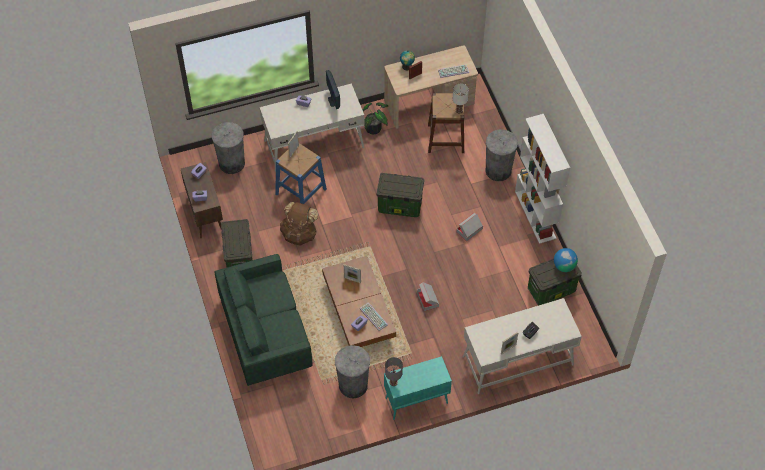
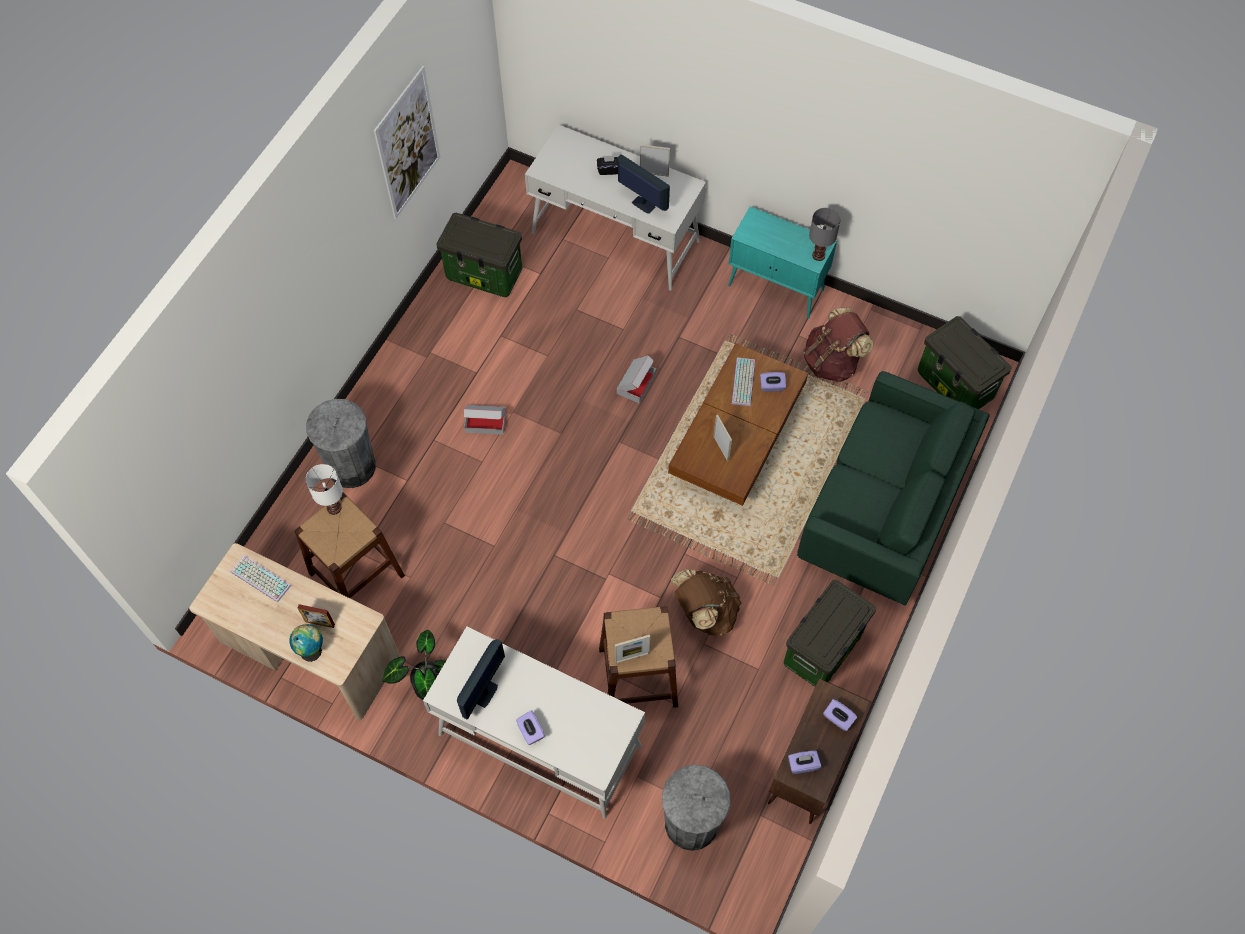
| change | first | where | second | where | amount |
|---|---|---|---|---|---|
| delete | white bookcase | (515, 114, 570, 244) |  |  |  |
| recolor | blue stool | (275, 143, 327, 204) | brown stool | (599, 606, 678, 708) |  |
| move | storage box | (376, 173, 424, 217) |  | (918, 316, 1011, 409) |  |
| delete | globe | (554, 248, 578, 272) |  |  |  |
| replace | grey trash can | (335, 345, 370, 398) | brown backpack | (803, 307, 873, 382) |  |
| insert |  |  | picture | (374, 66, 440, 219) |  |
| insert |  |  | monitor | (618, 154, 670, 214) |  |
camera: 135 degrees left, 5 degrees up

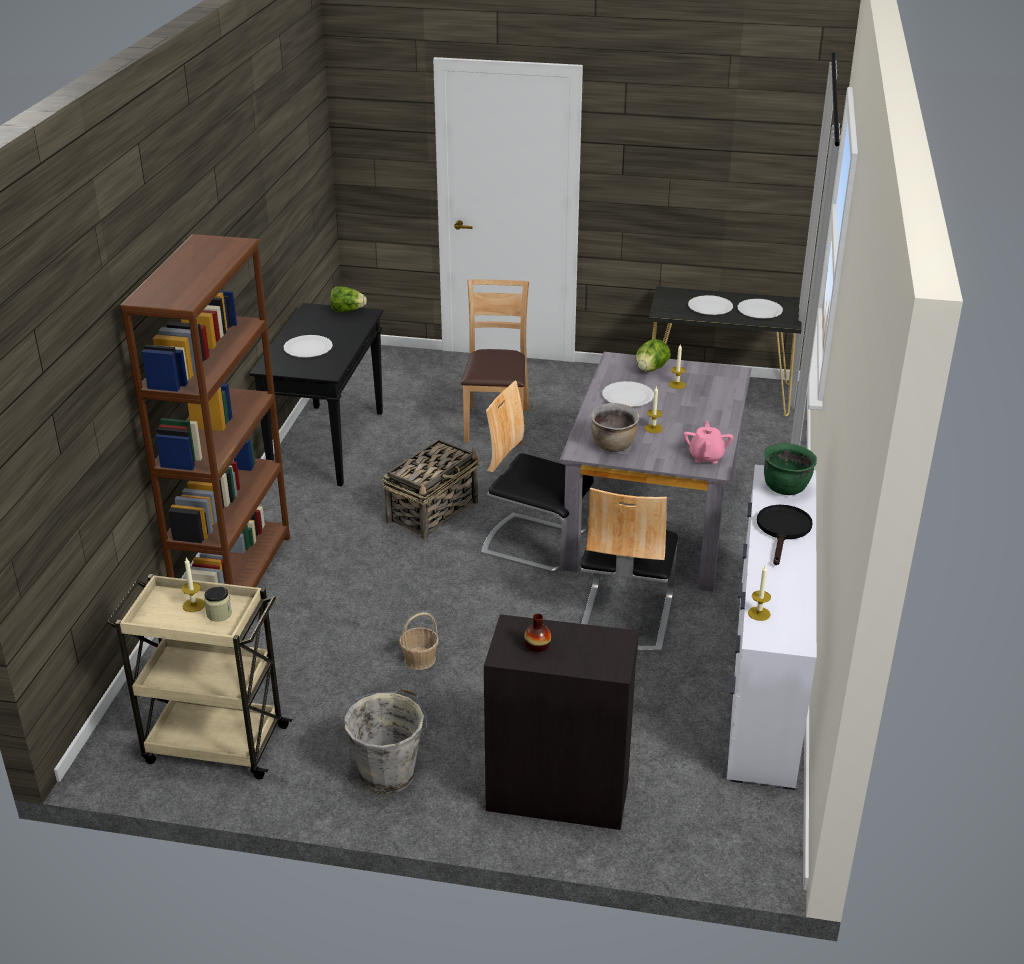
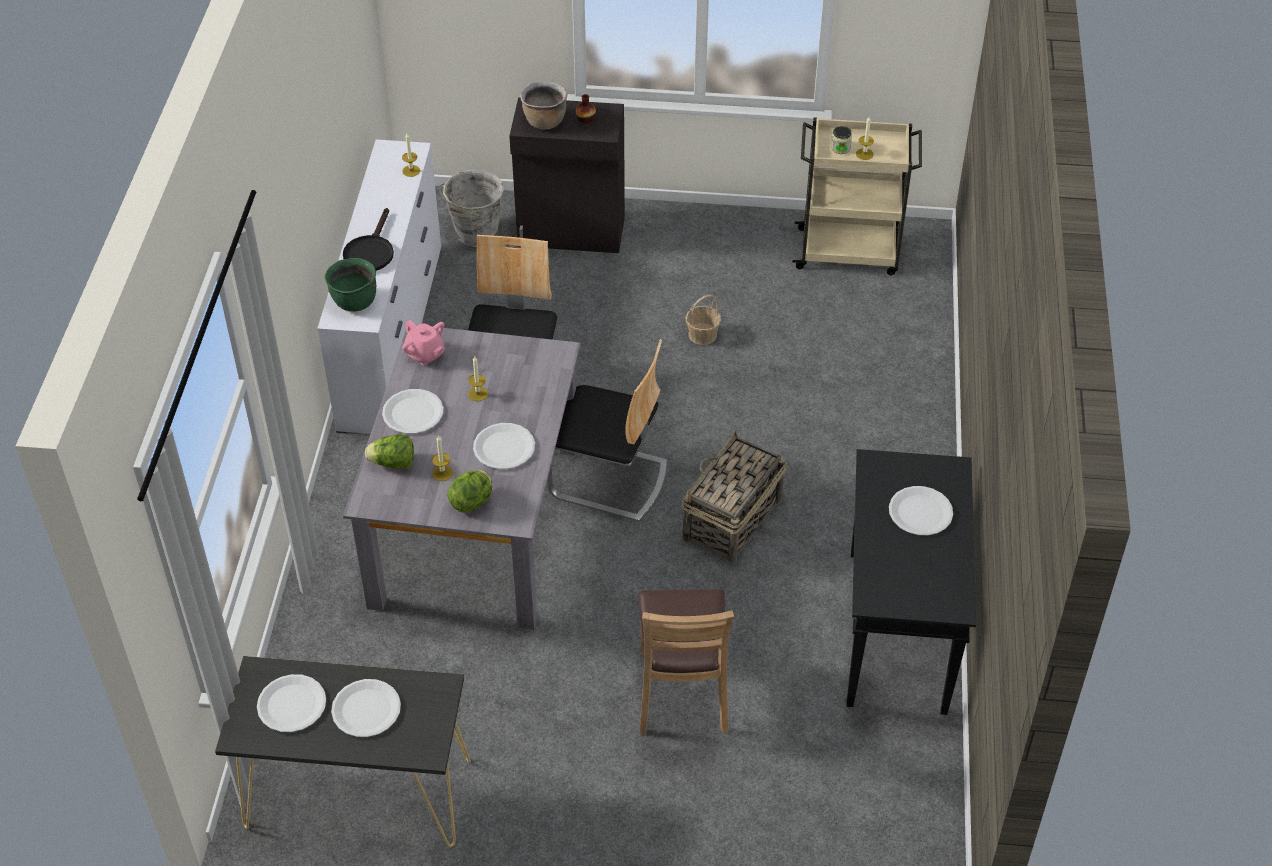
| change | first | where | second | where | amount |
|---|---|---|---|---|---|
| delete | brown bookcase | (120, 234, 290, 587) |  |  |  |
| move | lettuce | (330, 287, 367, 312) |  | (365, 434, 414, 469) |  |
| move | brown cooking pot | (591, 403, 639, 452) |  | (520, 81, 567, 129) |  |
| rotate | pink teapot | (683, 421, 733, 464) |  | (402, 320, 445, 365) | 45 degrees counterclockwise |
| move | grey bucket | (344, 688, 428, 794) |  | (440, 169, 504, 247) |  |
| insert |  |  | white plate | (382, 389, 443, 434) |  |
camera: 175 degrees right, 15 degrees up

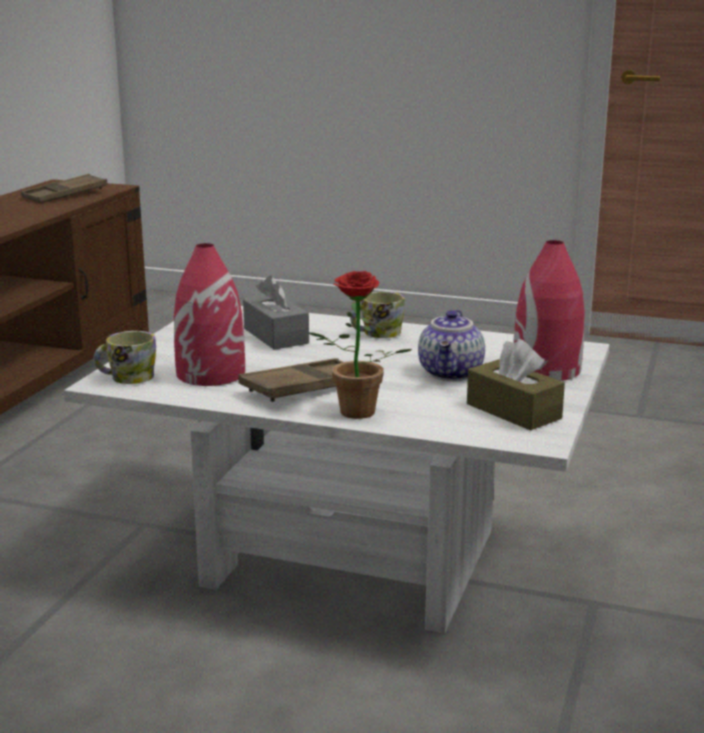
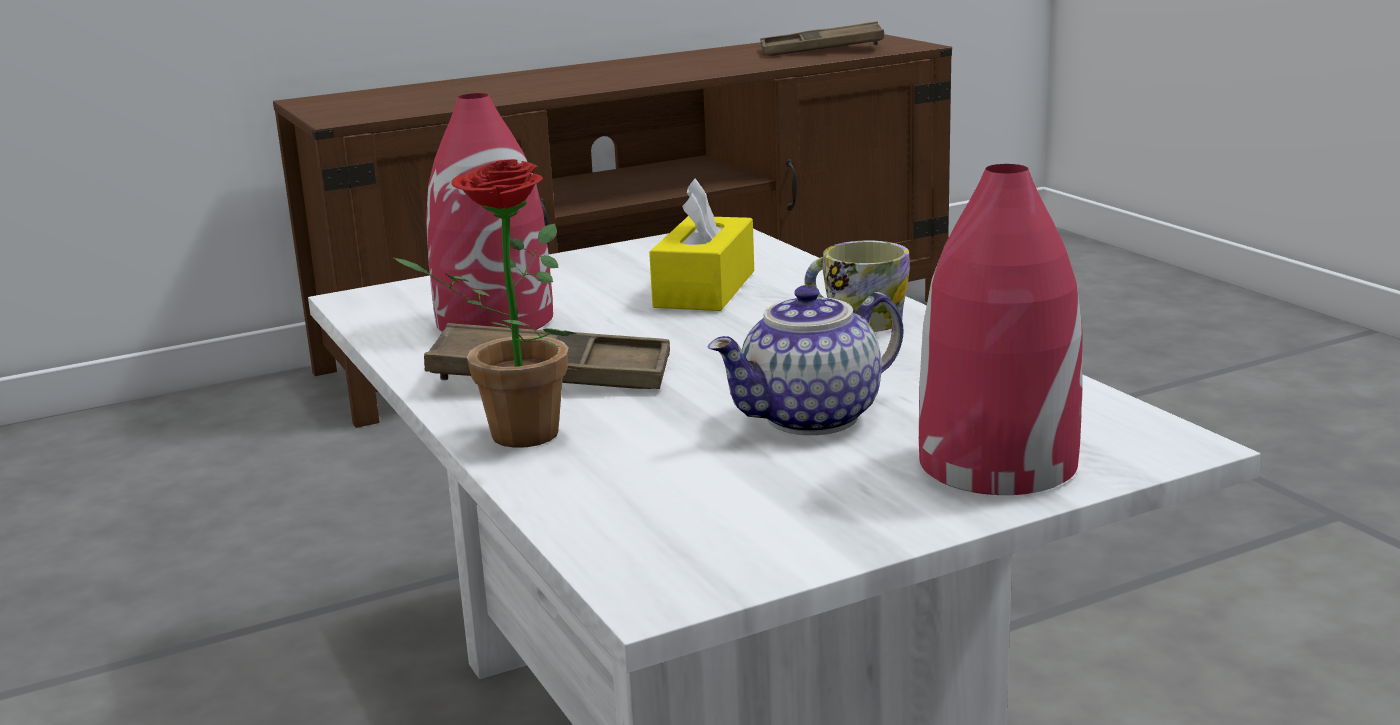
| change | first | where | second | where | amount |
|---|---|---|---|---|---|
| recolor | grey tissue box | (243, 276, 309, 350) | yellow tissue box | (649, 178, 754, 311) |  |
| delete | mug | (94, 331, 156, 384) |  |  |  |
| delete | brown tissue box | (467, 339, 565, 431) |  |  |  |
camera: 45 degrees right, 0 degrees up

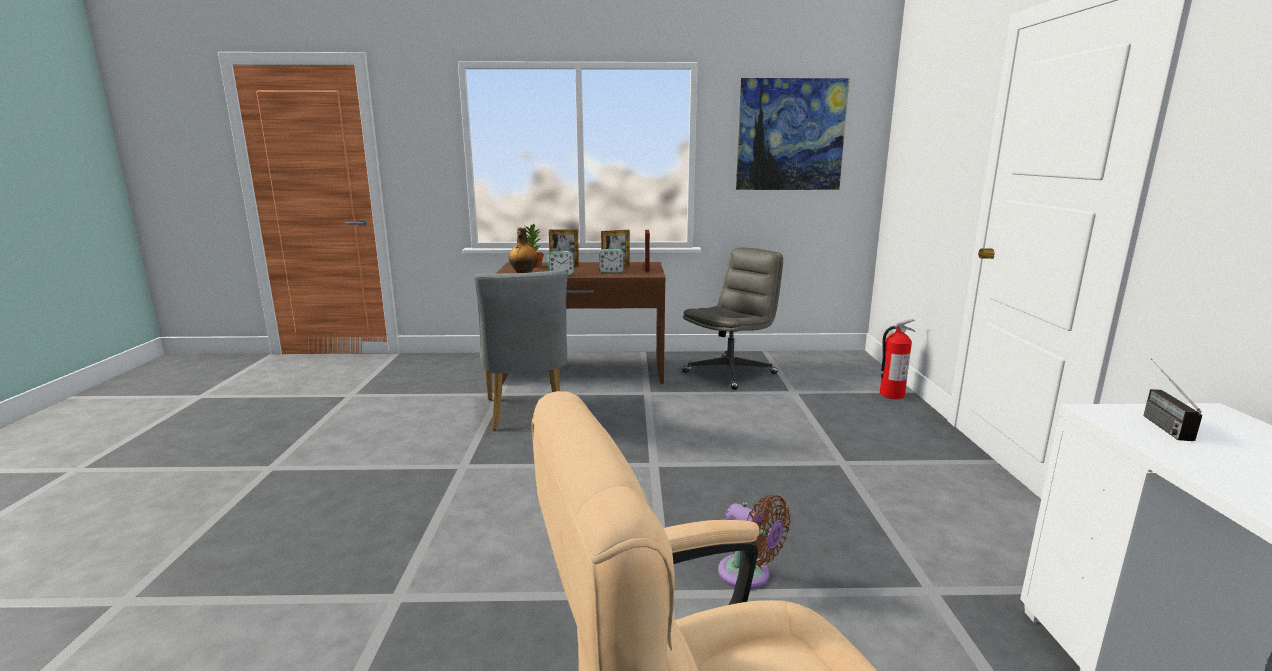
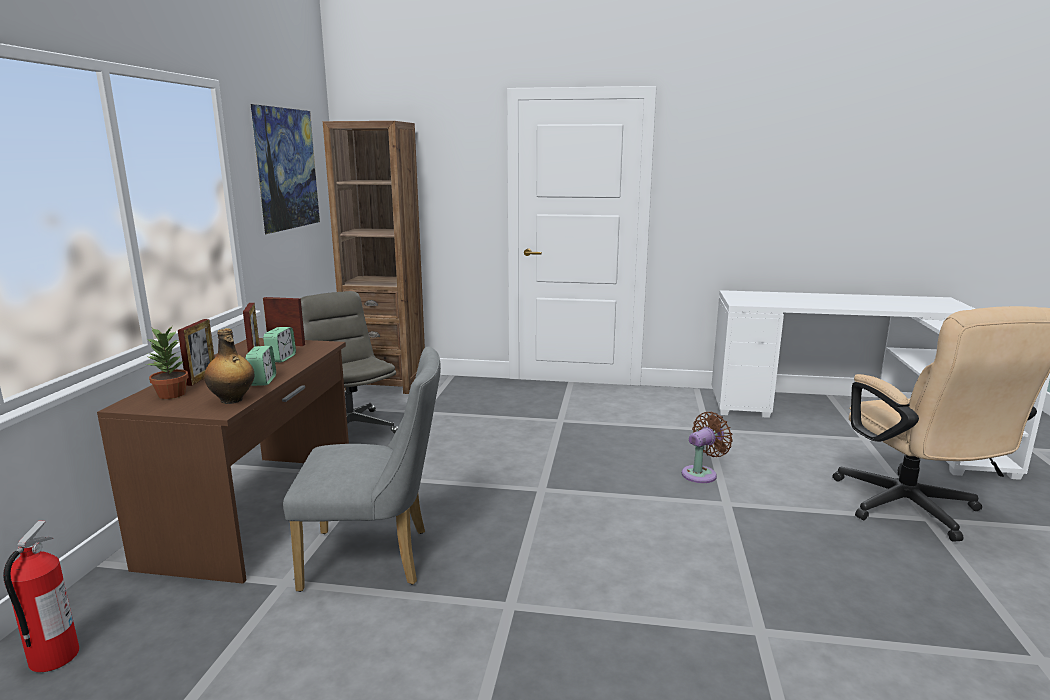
| change | first | where | second | where | amount |
|---|---|---|---|---|---|
| move | fire extinguisher | (880, 319, 915, 399) |  | (3, 520, 79, 672) |  |
| delete | radio | (1144, 359, 1202, 441) |  |  |  |
| insert |  |  | brown bookcase | (323, 121, 425, 394) |  |
camera: 80 degrees left, 0 degrees up

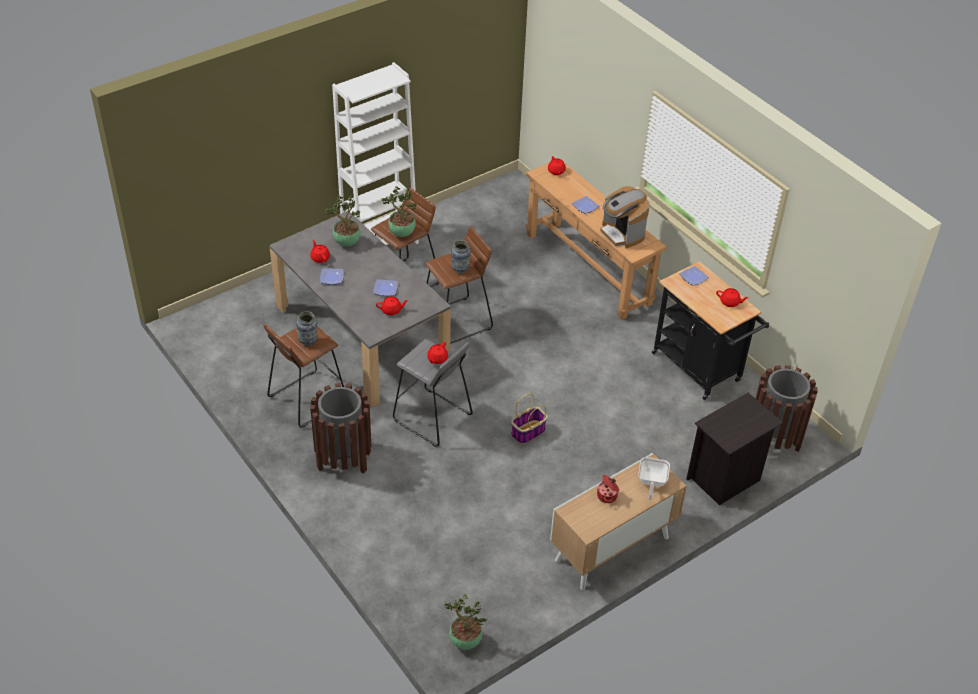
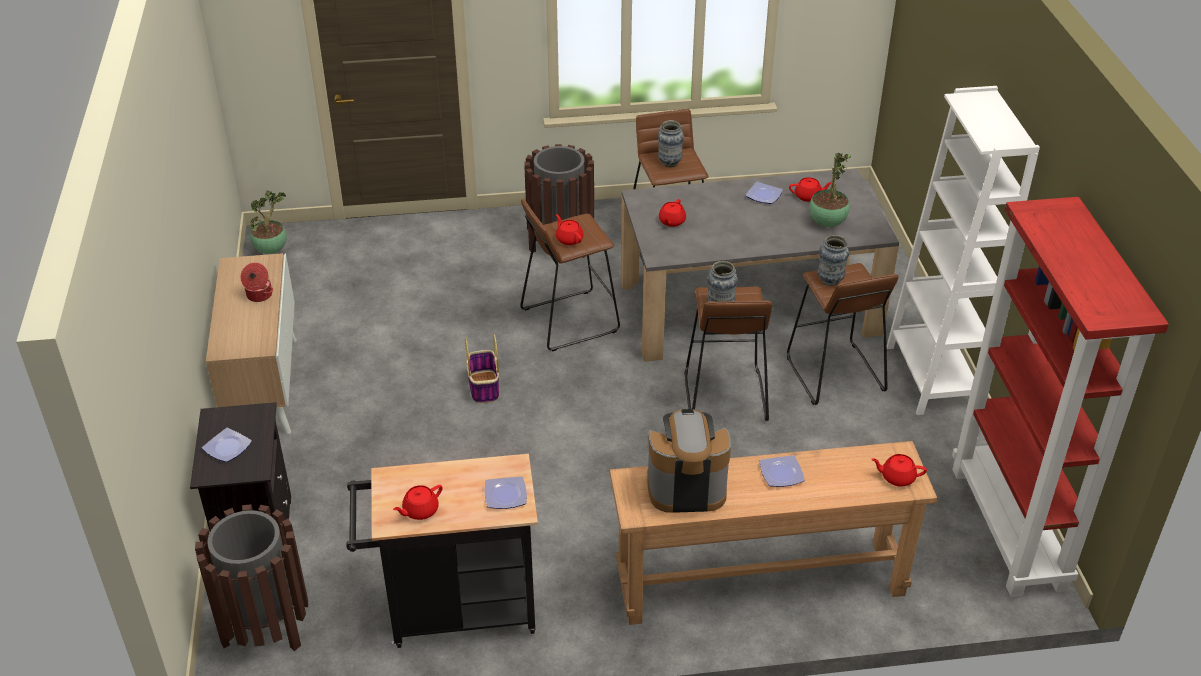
| change | first | where | second | where | amount |
|---|---|---|---|---|---|
| replace | potted plant | (382, 186, 417, 237) | vase | (818, 235, 849, 286) |  |
| move | plate | (374, 279, 398, 296) |  | (202, 428, 252, 462) |  |
| recolor | grey stool | (393, 339, 473, 447) | brown stool | (520, 198, 620, 351) |  |
| delete | frying pan | (638, 457, 670, 500) |  |  |  |
| insert |  |  | red bookcase | (952, 197, 1169, 597) |  |
camera: 120 degrees right, 5 degrees down

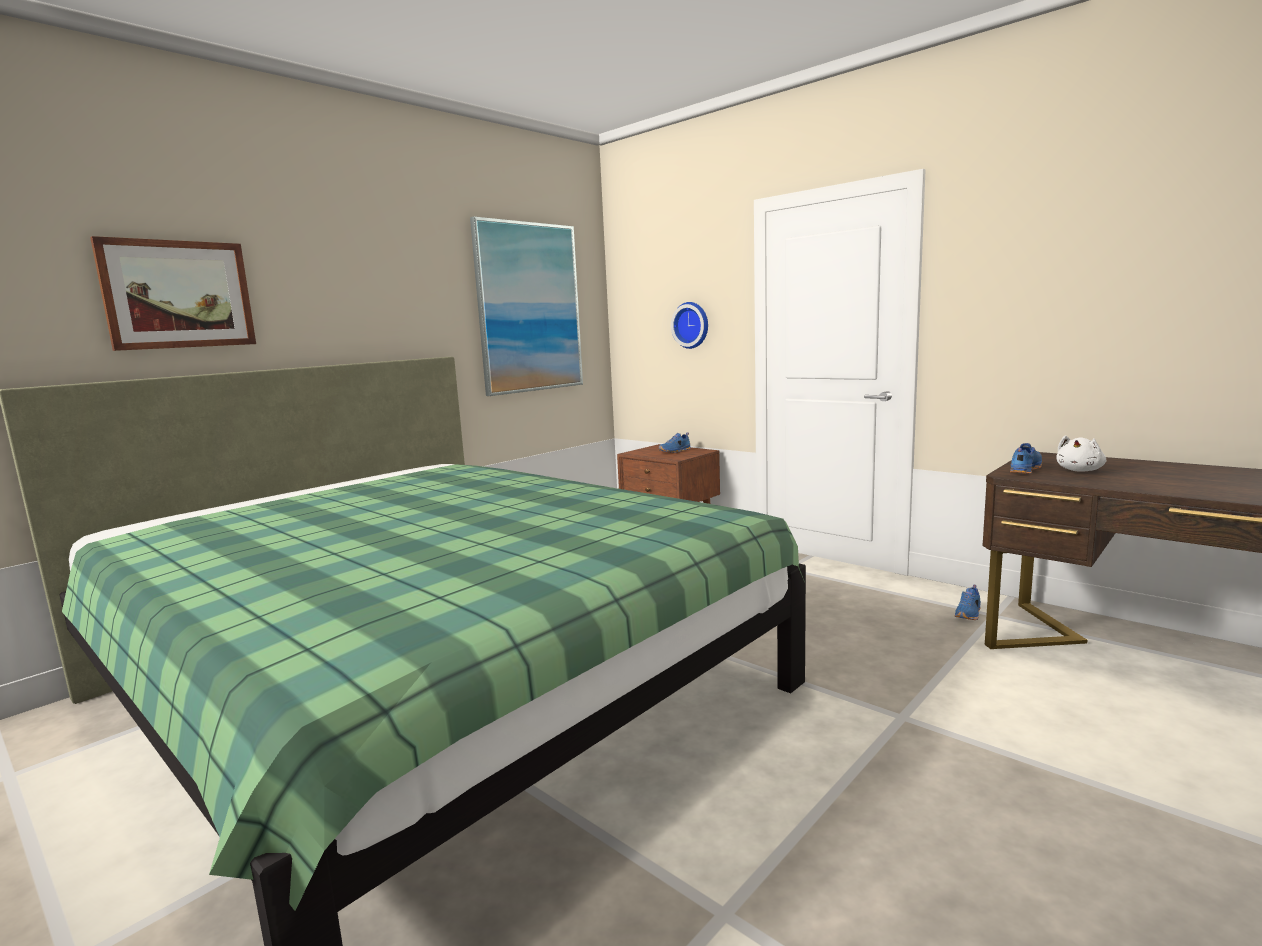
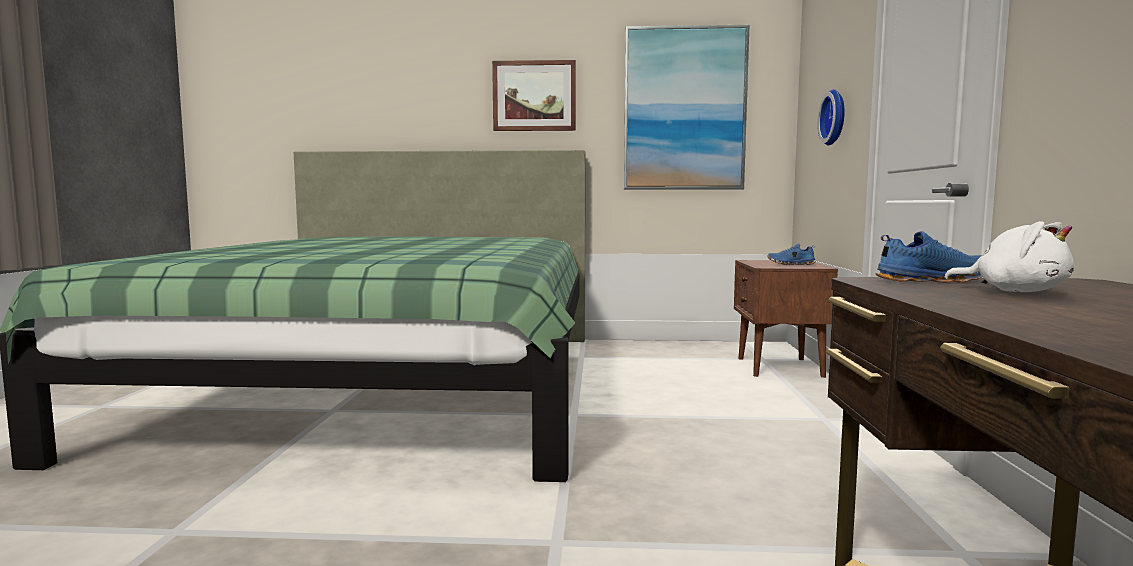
| change | first | where | second | where | amount |
|---|---|---|---|---|---|
| move | picture | (90, 236, 256, 351) |  | (492, 60, 576, 131) |  |
| rotate | white plush toy | (1056, 436, 1106, 472) |  | (944, 221, 1074, 292) | 135 degrees counterclockwise |
| delete | blue shoe | (955, 584, 981, 620) |  |  |  |
camera: 50 degrees right, 5 degrees down

